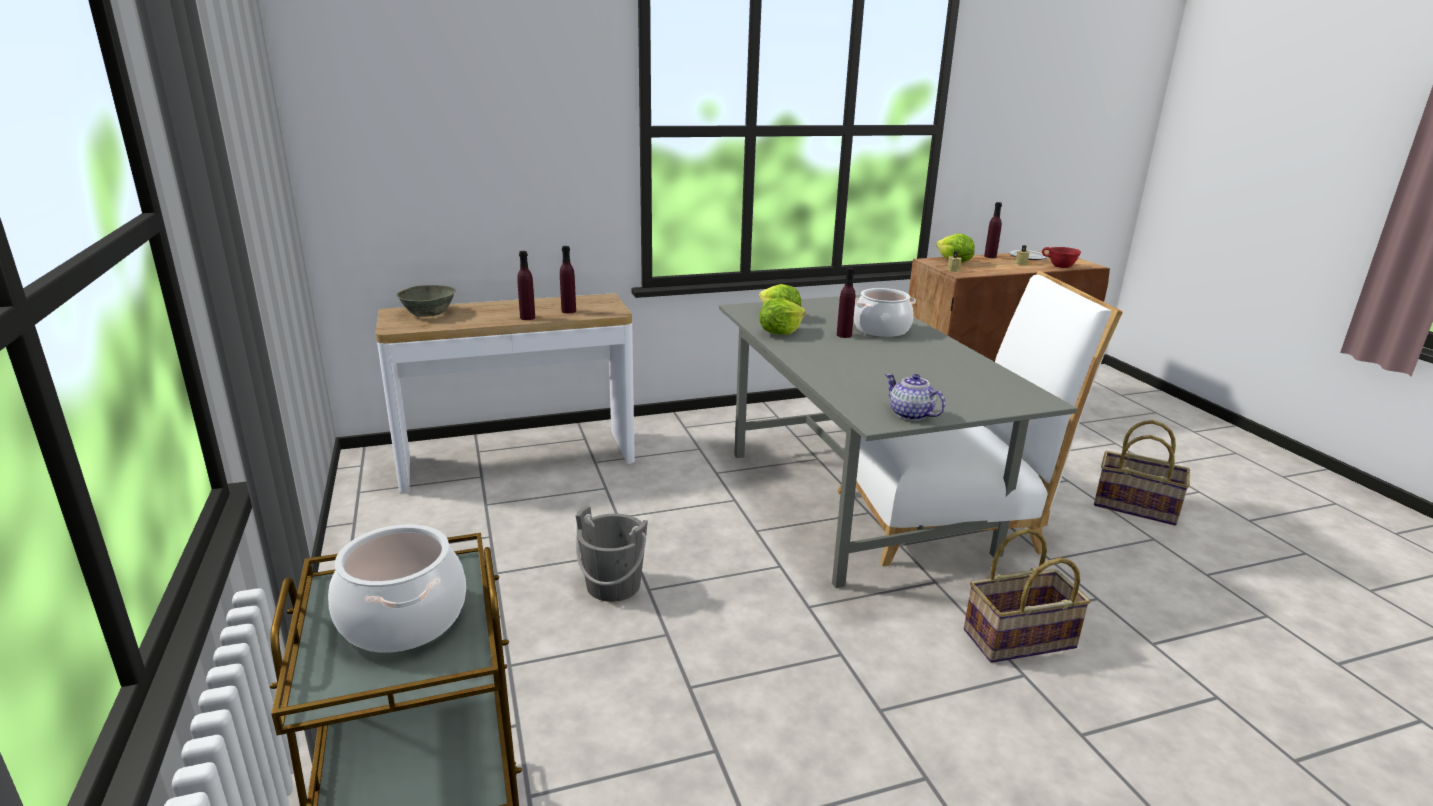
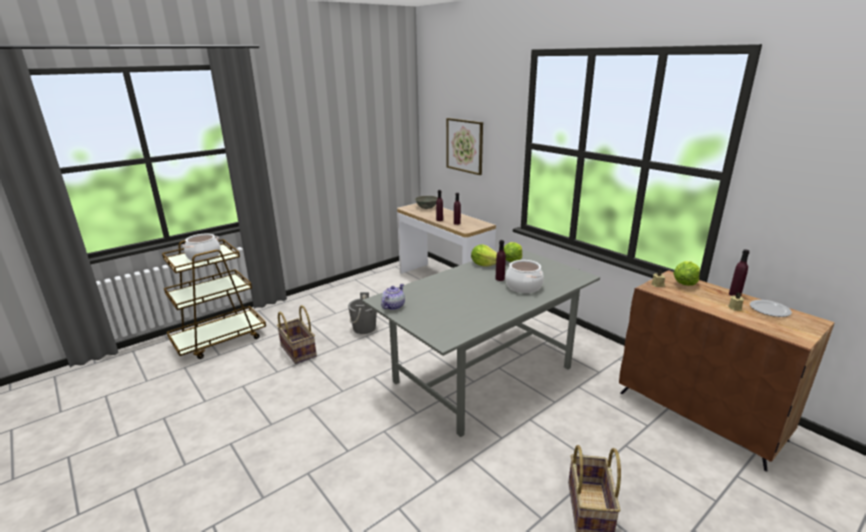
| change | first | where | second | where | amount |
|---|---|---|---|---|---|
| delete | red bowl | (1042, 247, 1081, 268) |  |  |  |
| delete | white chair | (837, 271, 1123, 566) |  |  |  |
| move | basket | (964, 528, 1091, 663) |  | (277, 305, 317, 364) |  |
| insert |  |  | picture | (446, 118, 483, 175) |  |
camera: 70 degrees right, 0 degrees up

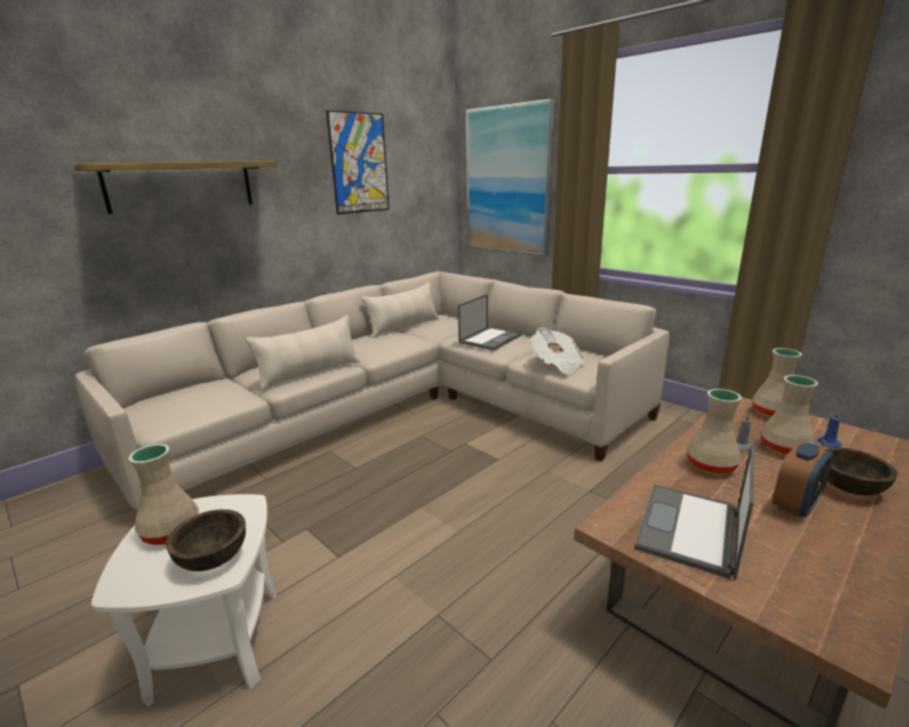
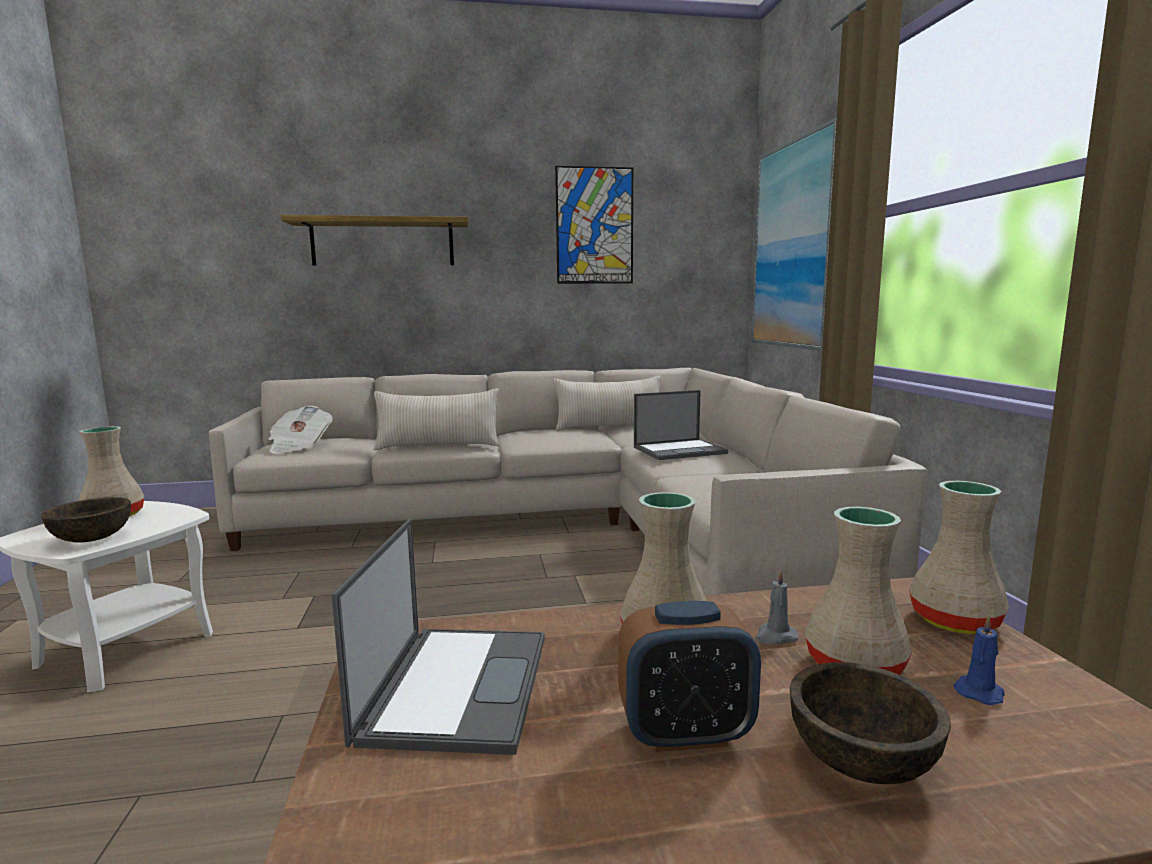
| change | first | where | second | where | amount |
|---|---|---|---|---|---|
| move | newspaper | (531, 328, 586, 375) |  | (268, 406, 333, 454) |  |
| rotate | laptop | (634, 442, 754, 580) |  | (332, 519, 545, 755) | 120 degrees clockwise |
camera: 35 degrees right, 10 degrees down

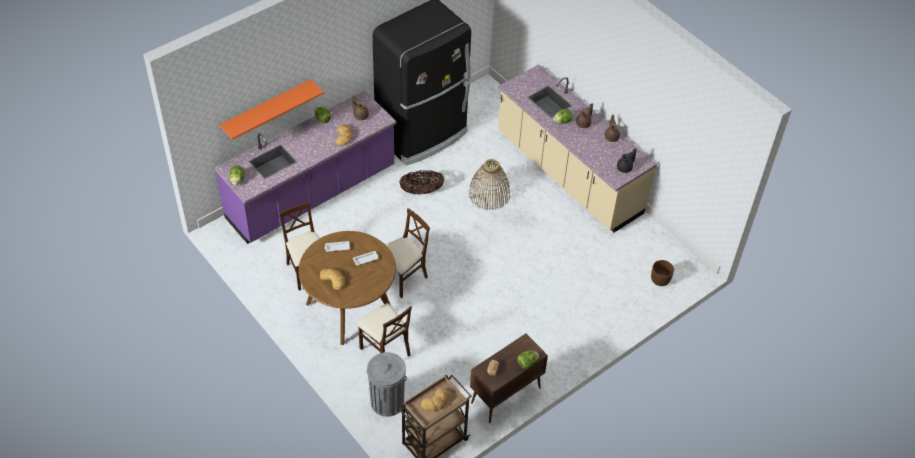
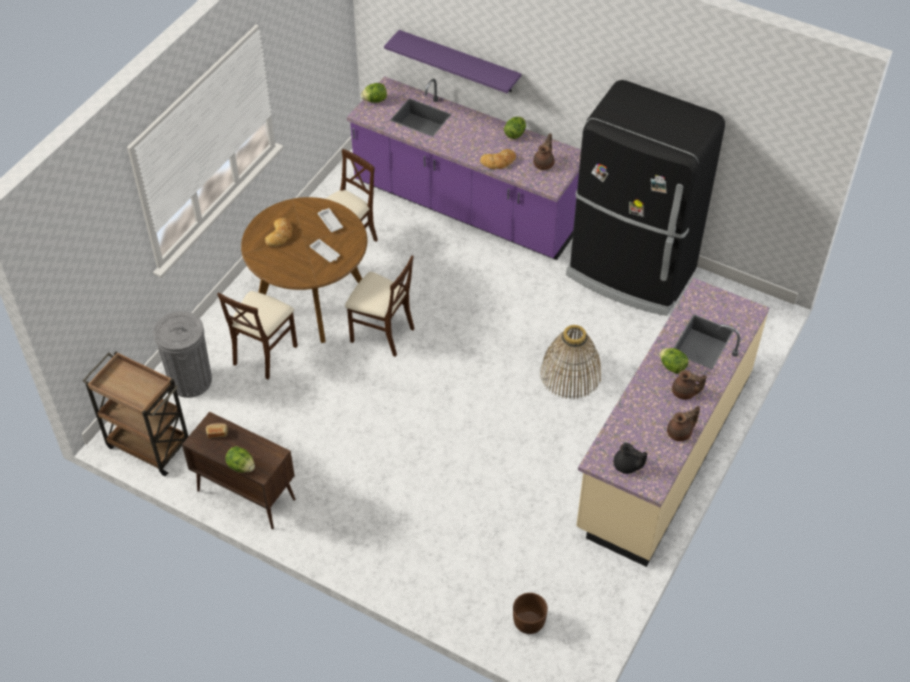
| change | first | where | second | where | amount |
|---|---|---|---|---|---|
| recolor | orange shelf | (220, 79, 324, 140) | purple shelf | (384, 30, 521, 93) |  |
| delete | basket | (399, 170, 444, 194) |  |  |  |
| delete | bread | (421, 388, 450, 411) |  |  |  |
camera: 70 degrees right, 0 degrees up

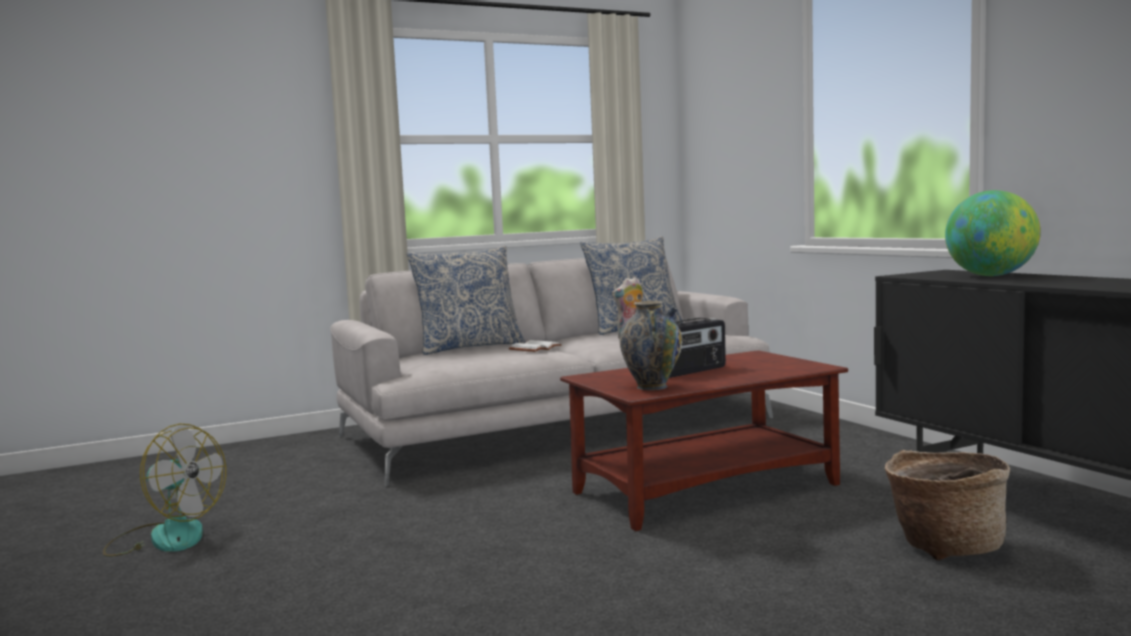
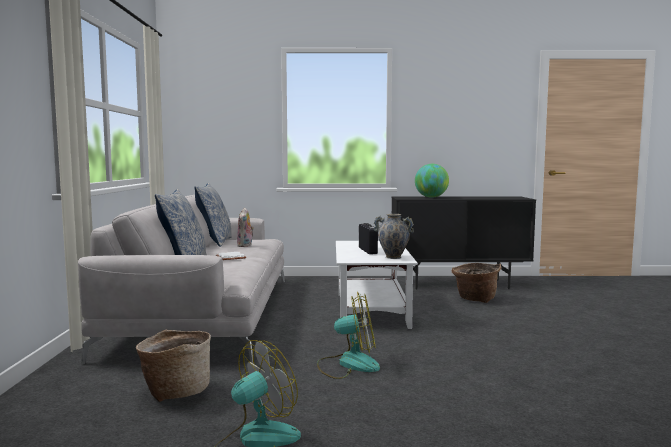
| change | first | where | second | where | amount |
|---|---|---|---|---|---|
| recolor | brown coffee table | (560, 350, 848, 531) | white coffee table | (336, 241, 418, 329) |  |
| insert |  |  | fan | (317, 292, 380, 379) |  |
| insert |  |  | basket | (136, 330, 211, 402) |  |
camera: 65 degrees left, 0 degrees up

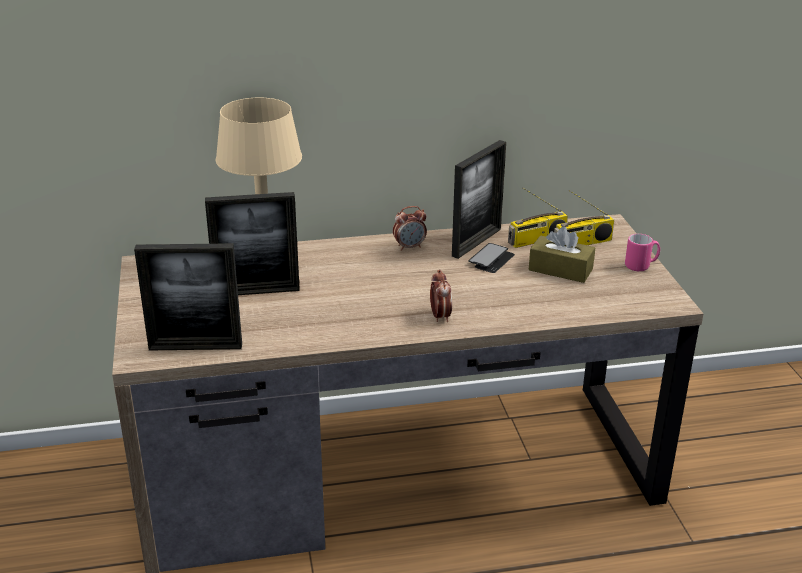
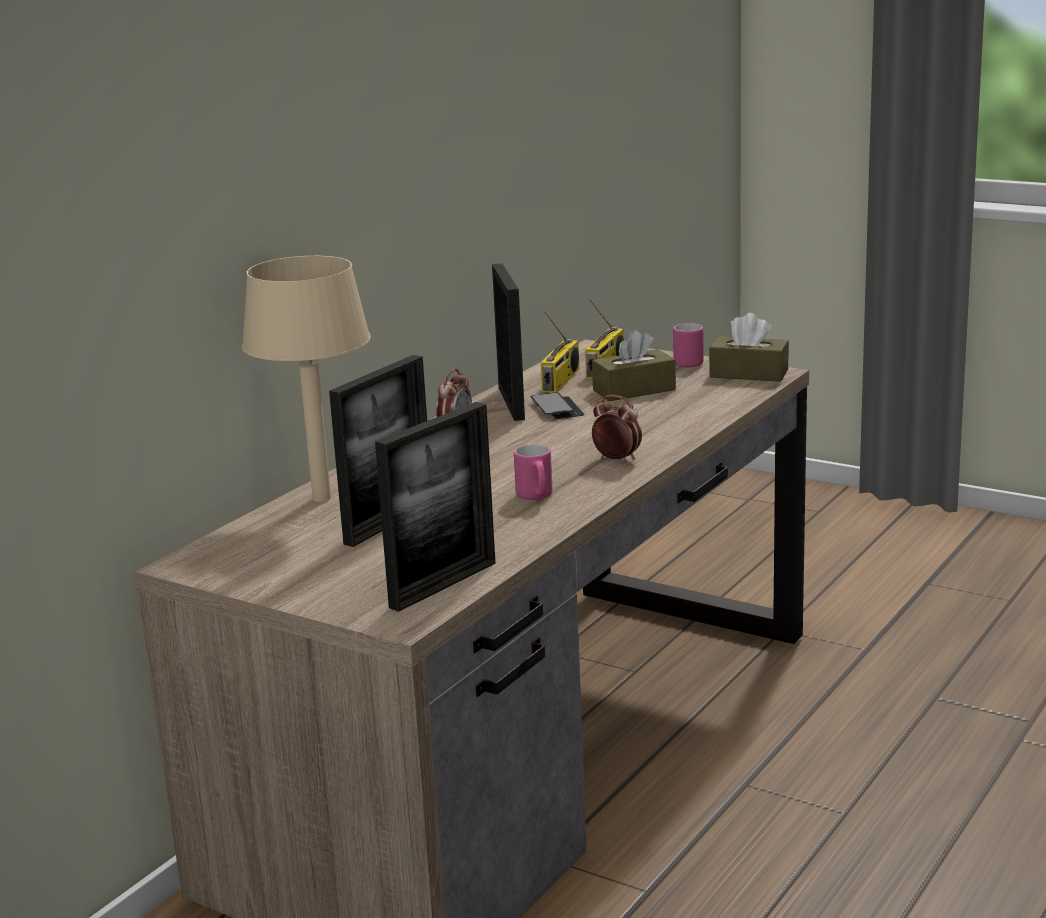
| change | first | where | second | where | amount |
|---|---|---|---|---|---|
| insert |  |  | brown tissue box | (709, 313, 789, 382) |  |
| insert |  |  | pink mug | (514, 444, 552, 500) |  |
camera: 45 degrees left, 10 degrees down

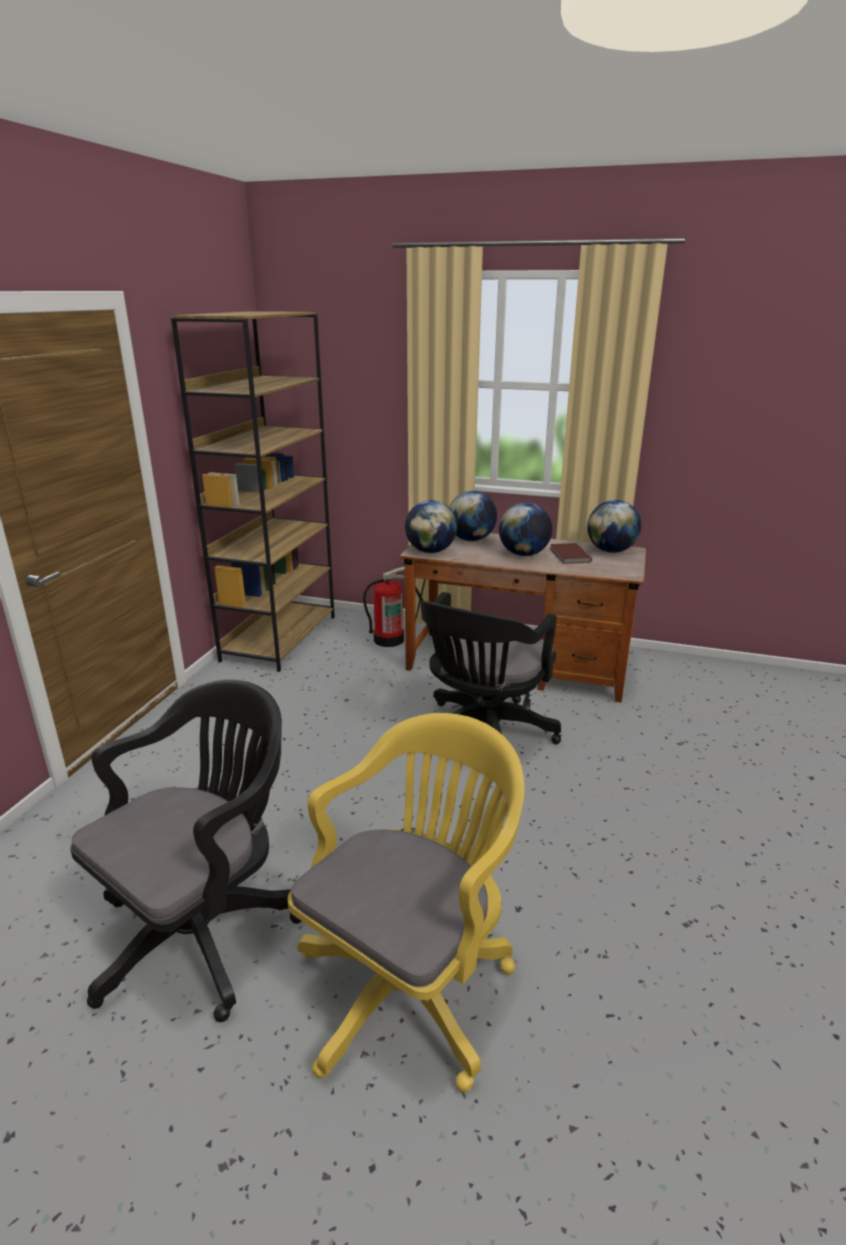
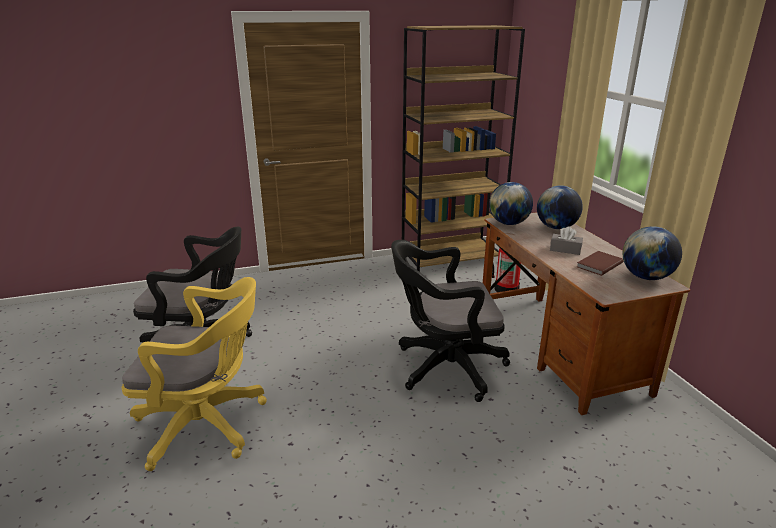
| change | first | where | second | where | amount |
|---|---|---|---|---|---|
| replace | globe | (499, 503, 552, 556) | grey tissue box | (550, 226, 583, 255) |  |
camera: 55 degrees right, 0 degrees up

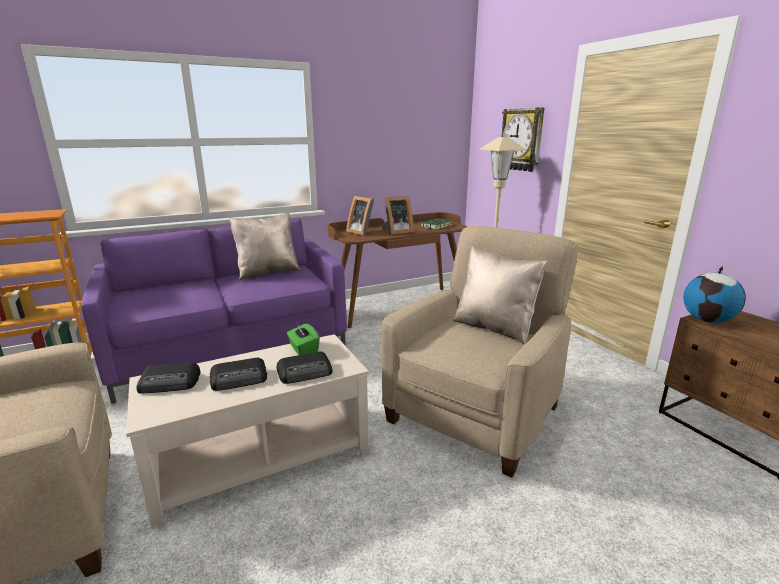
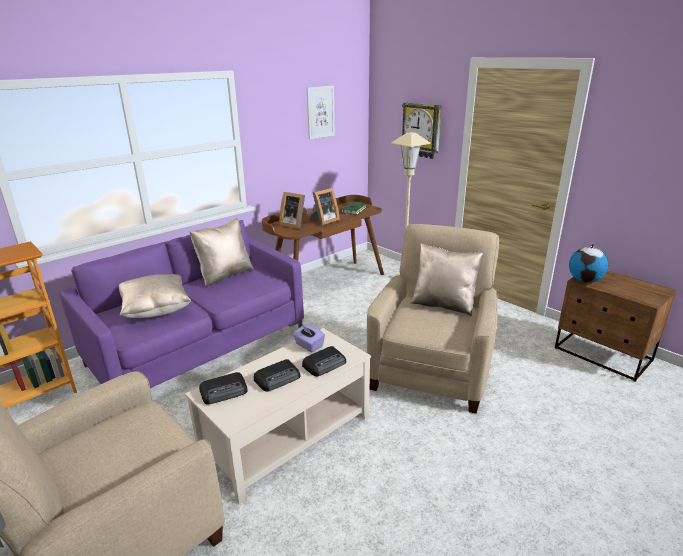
| change | first | where | second | where | amount |
|---|---|---|---|---|---|
| recolor | green tissue box | (287, 324, 320, 355) | purple tissue box | (292, 324, 325, 352) |  |
| insert |  |  | picture | (307, 86, 335, 139) |  |
| insert |  |  | beige pillow | (119, 274, 191, 318) |  |
camera: 15 degrees left, 5 degrees up

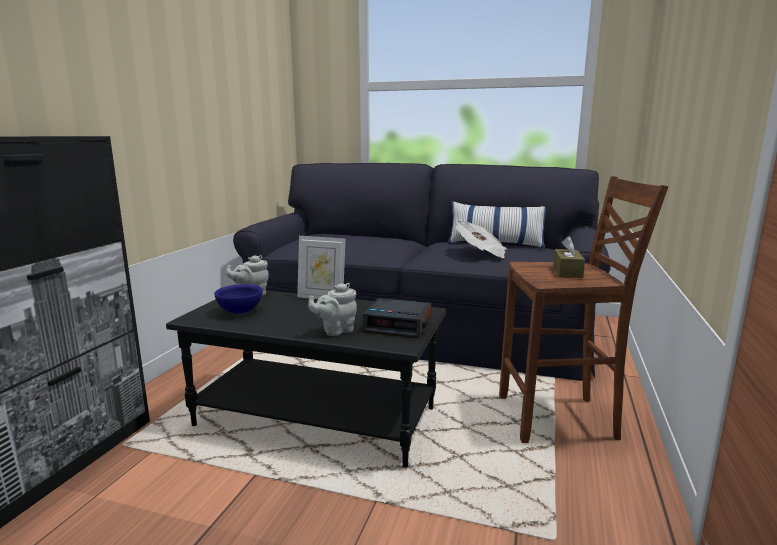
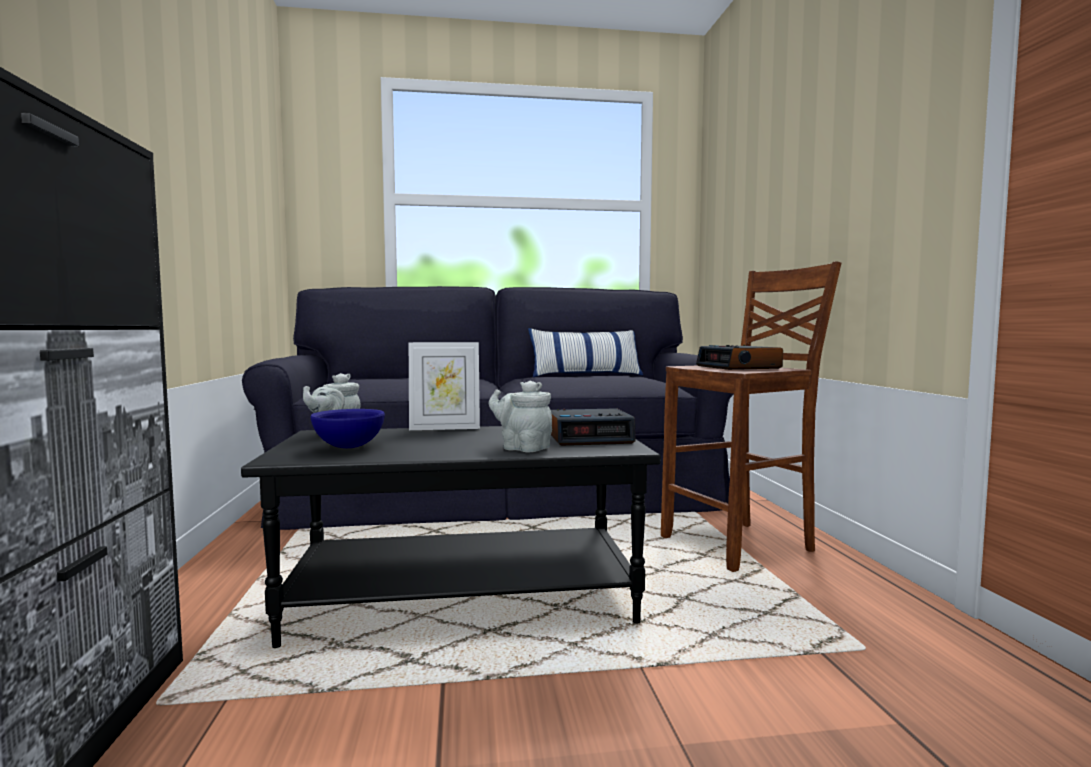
| change | first | where | second | where | amount |
|---|---|---|---|---|---|
| delete | newspaper | (456, 220, 507, 258) |  |  |  |
| replace | brown tissue box | (553, 236, 585, 278) | alarm clock | (696, 345, 783, 370) |  |
| rotate | grey teapot | (308, 283, 357, 336) |  | (489, 381, 552, 452) | 90 degrees clockwise |
camera: 25 degrees left, 10 degrees down

